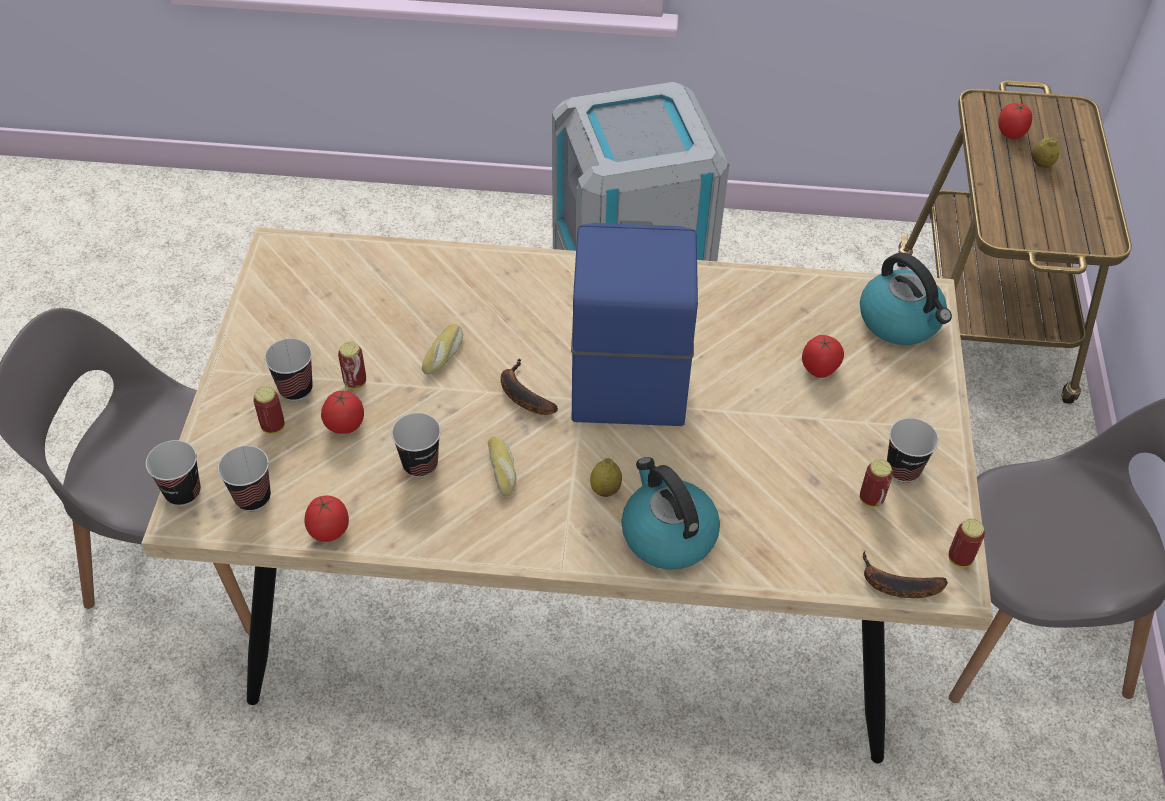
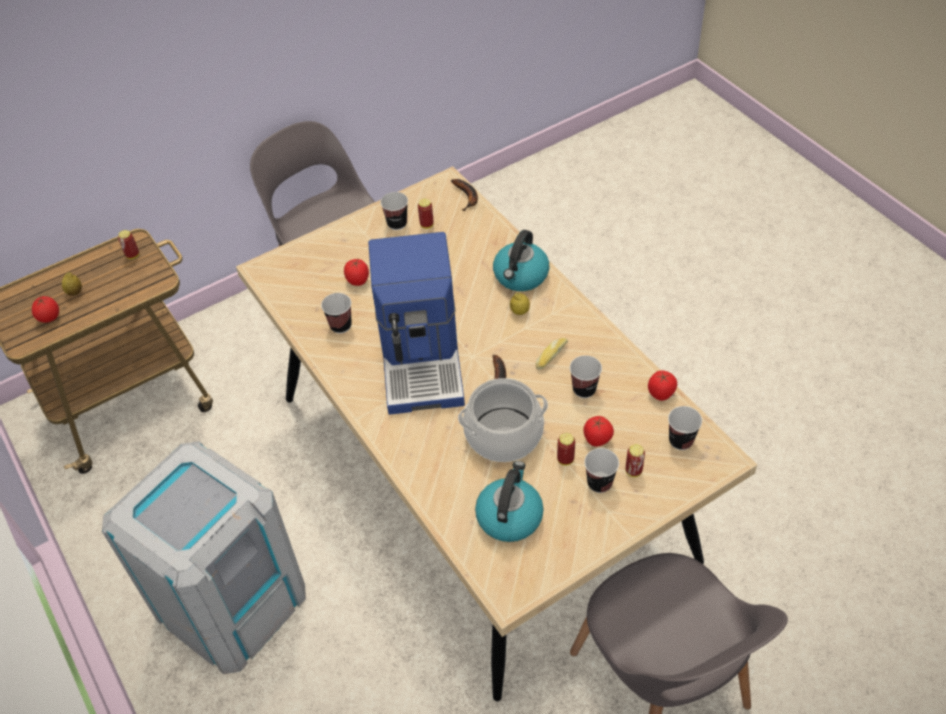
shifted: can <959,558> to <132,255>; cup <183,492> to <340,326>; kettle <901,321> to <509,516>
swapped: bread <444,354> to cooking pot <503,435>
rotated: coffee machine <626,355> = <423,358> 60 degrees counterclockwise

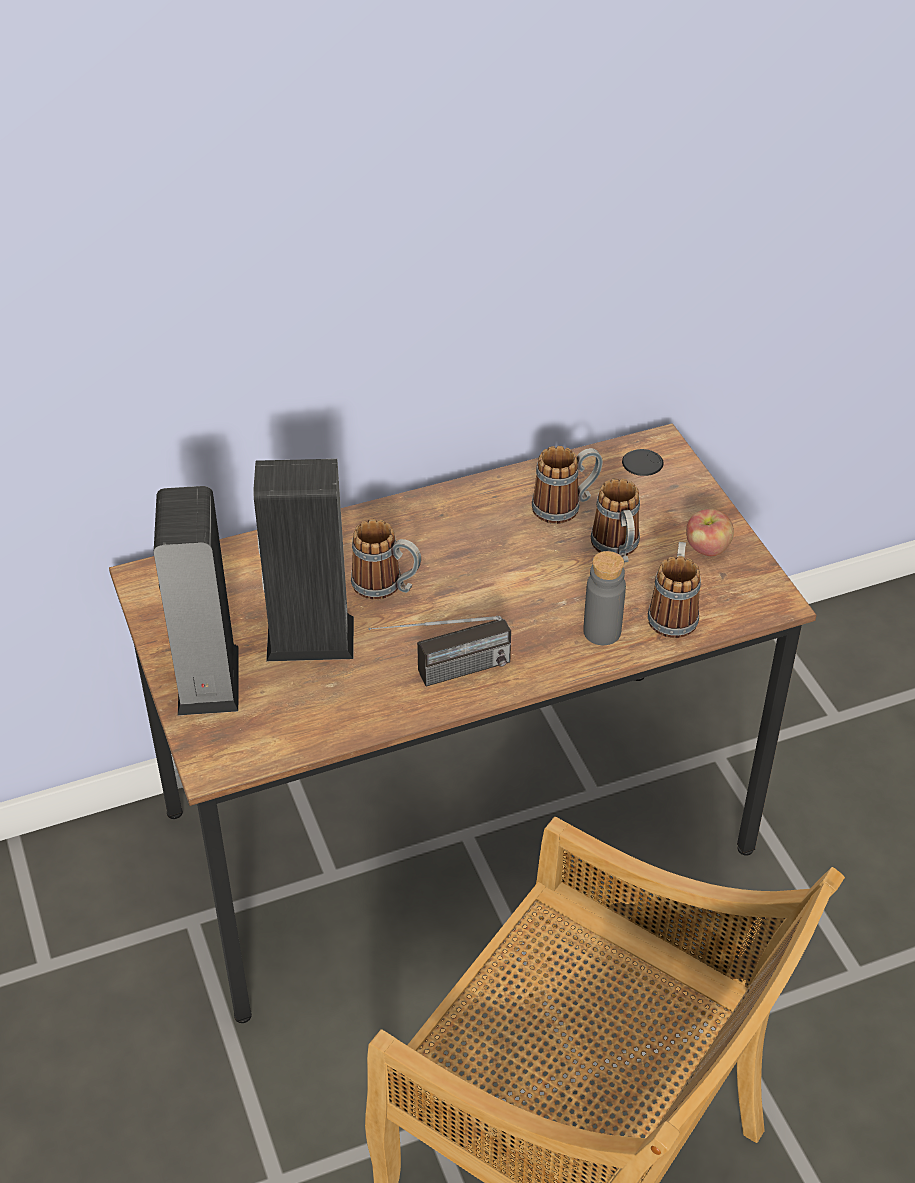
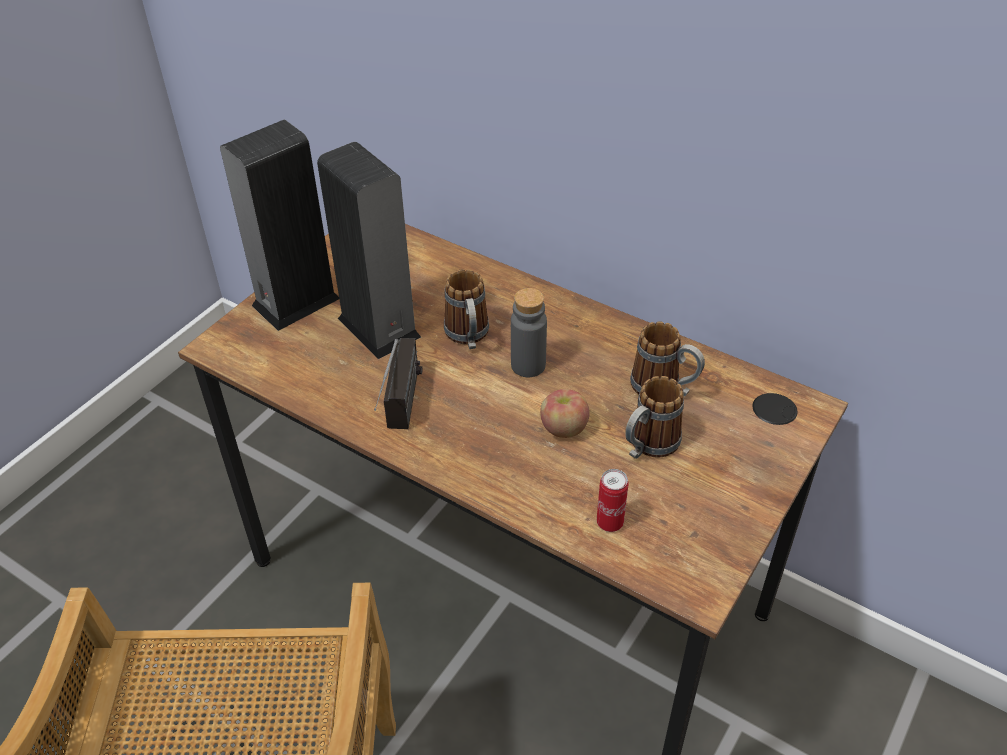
shifted: bottle (grey) <602,632> to <528,365>; apple <707,548> to <563,428>
swapped: mug <673,613> to can <610,522>
rotated: radio <442,675> = <403,415> 120 degrees counterclockwise

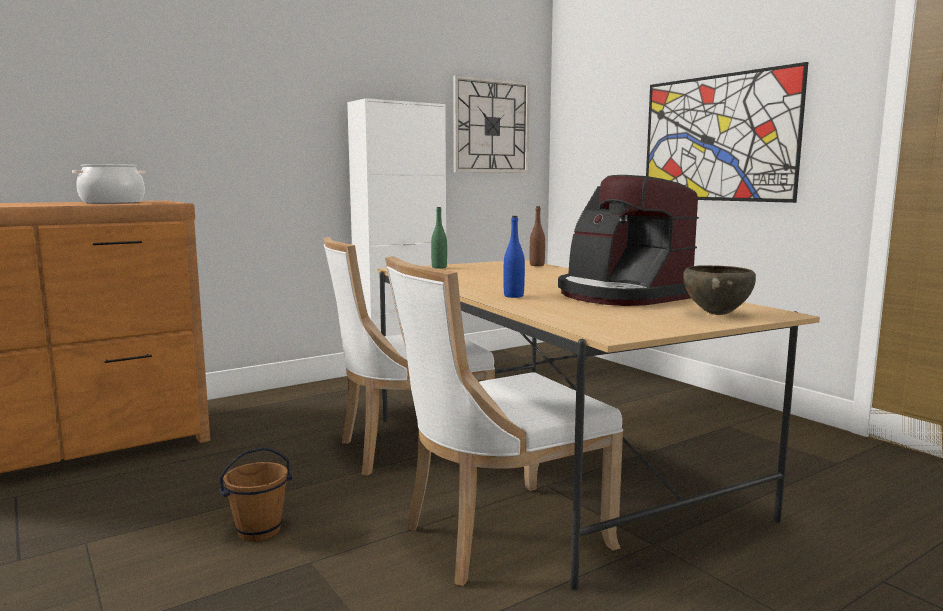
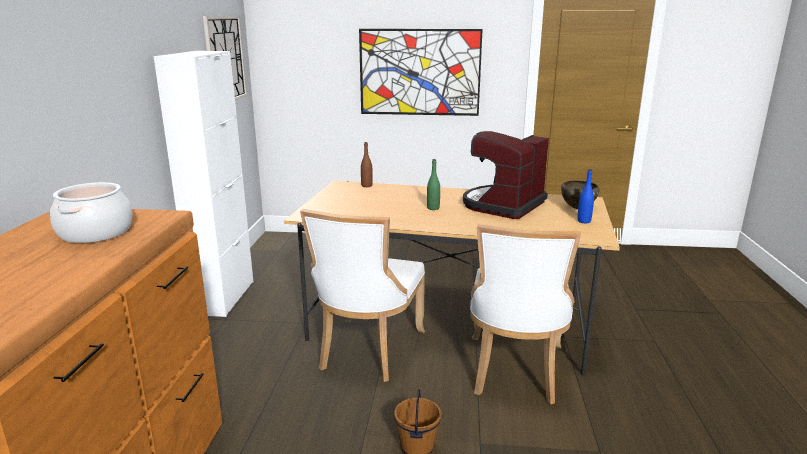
shifted: bottle (green) <439,267> to <433,208>; bottle (blue) <513,296> to <584,221>
rotated: coffee machine <621,295> = <503,205> 120 degrees clockwise

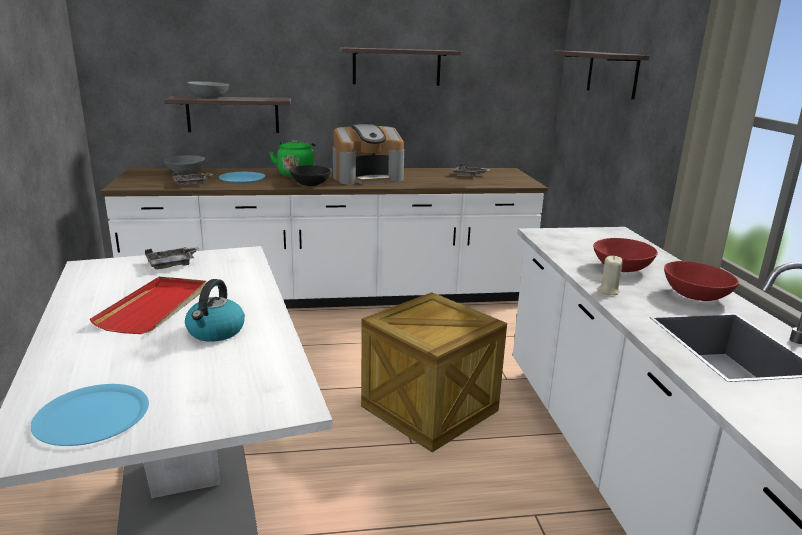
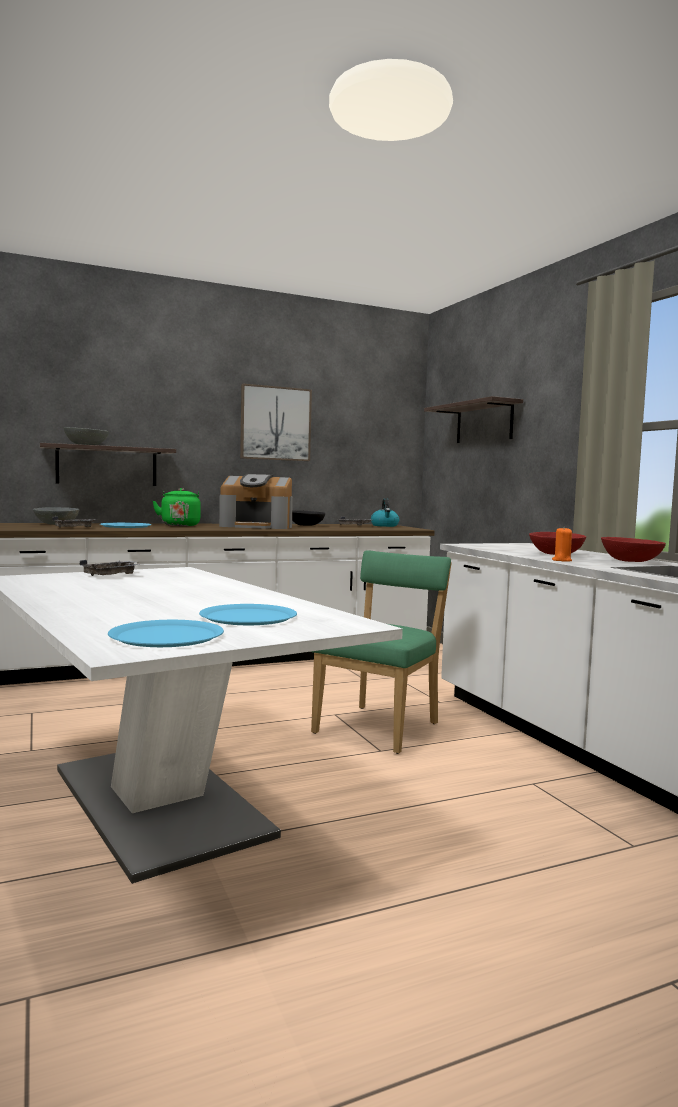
gone: tray (red) <156,307>
new: plate (blue) <248,617>
shifted: bowl (black) <310,184> to <305,525>; kettle <215,332> to <385,526>
swapped: shelf <396,67> to picture <275,423>; crate <429,408> to chair (green) <380,726>
repainted: candle (beige) <608,291> to candle (orange) <561,560>
rotated: coffee machine <367,177> = <257,526> 45 degrees clockwise

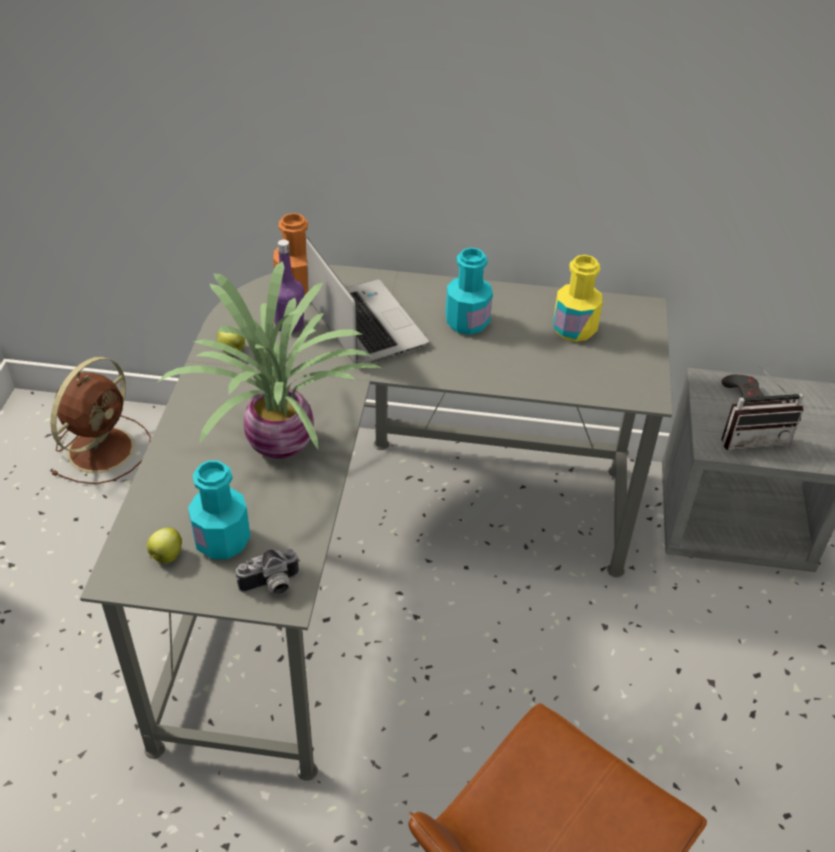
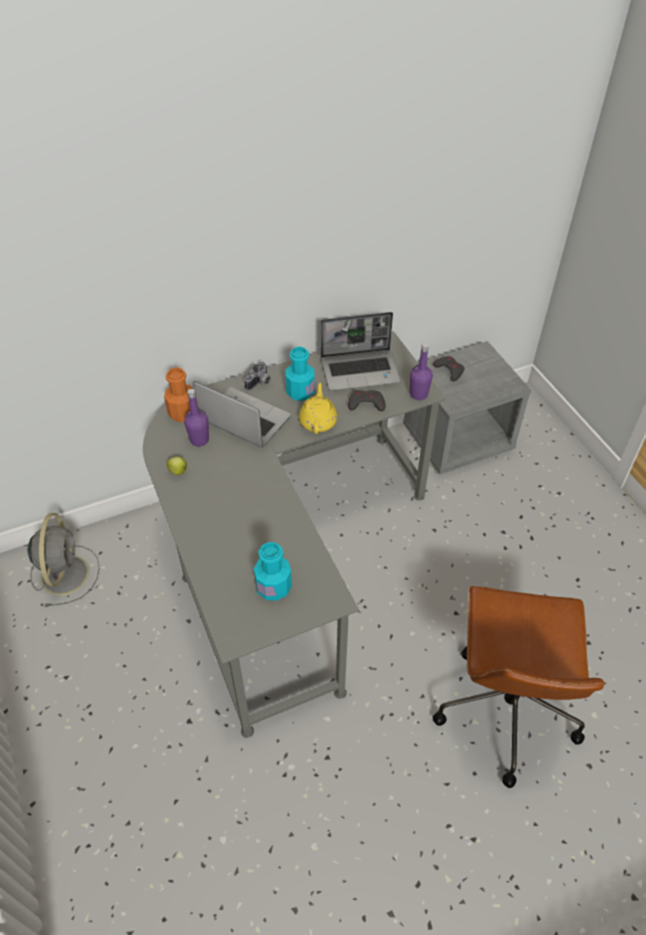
gone: apple <166,556>; potted plant <282,441>; radio <753,437>
new: teapot (yellow) <318,421>; game controller (grey) <366,403>; bottle (purple) <418,394>
shifted: photo camera <271,586> to <260,383>
swapped: bottle (yellow) <574,329> to laptop <360,370>
repainted: fan (brown) <103,448> to fan (grey) <65,573>

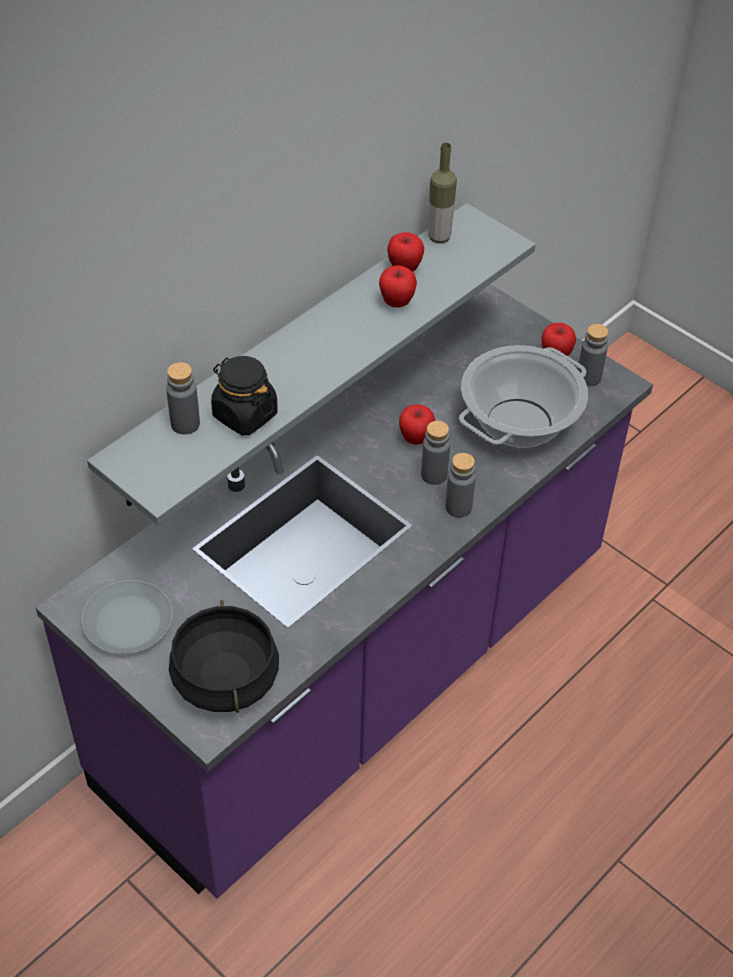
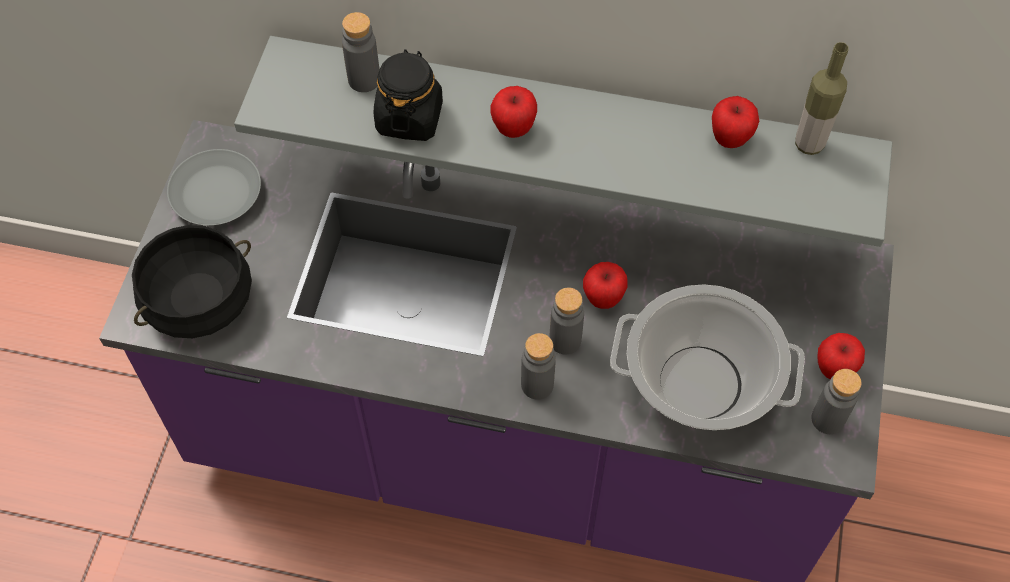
shifted: apple <397,302> to <513,129>

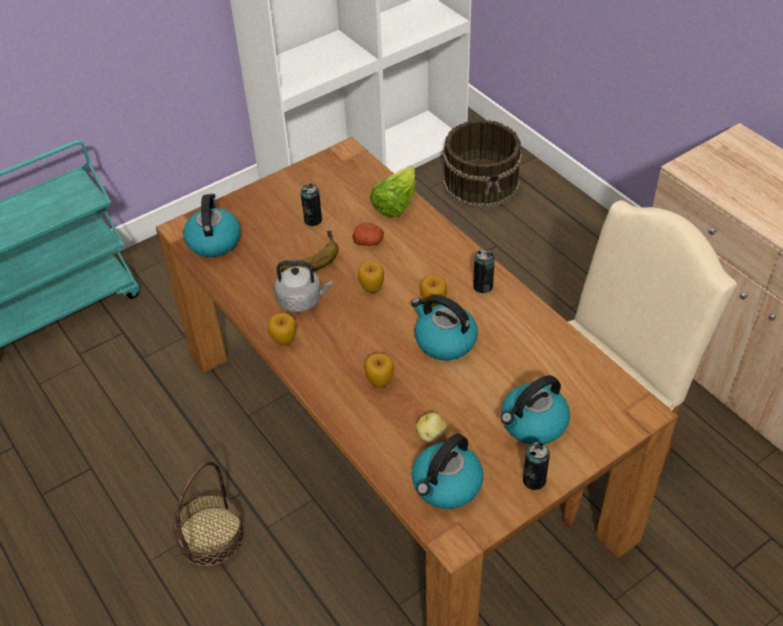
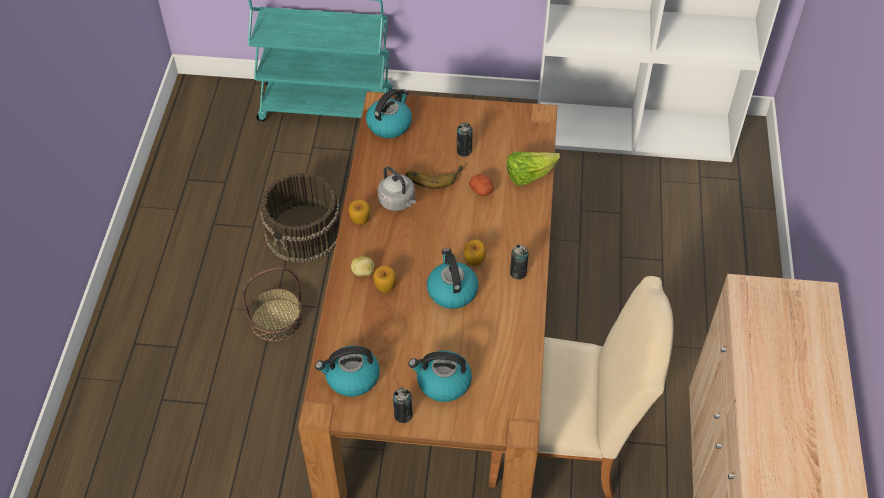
gone: apple <371,288>
shifted: bucket (brown) <481,182> to <304,232>; potato <431,435> to <363,272>

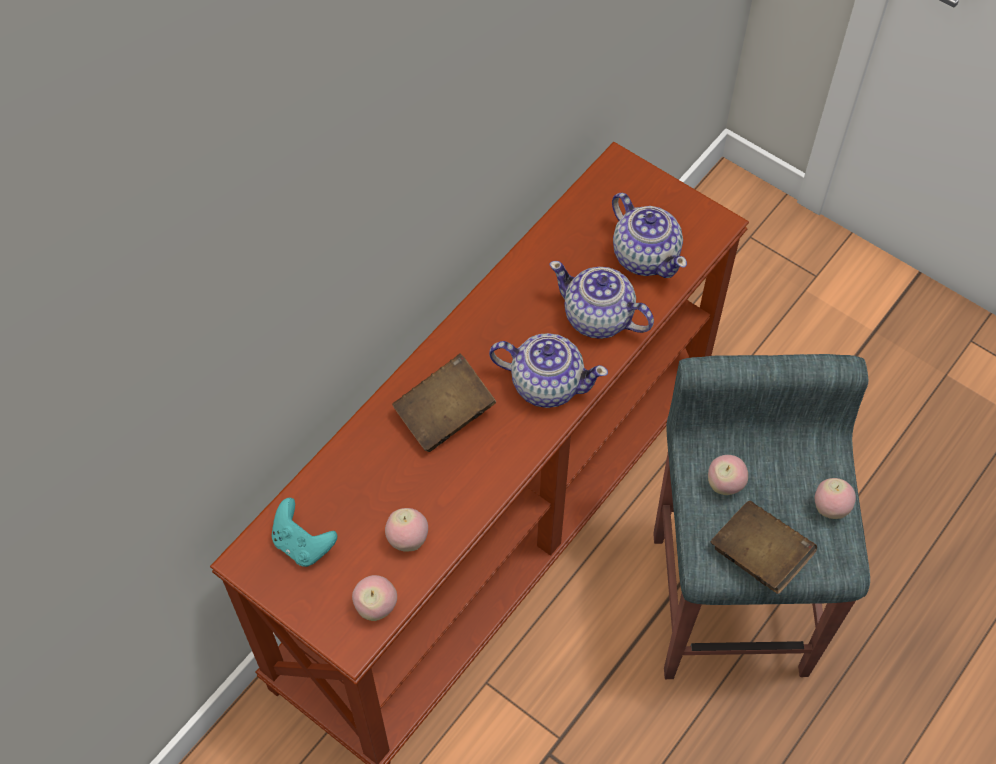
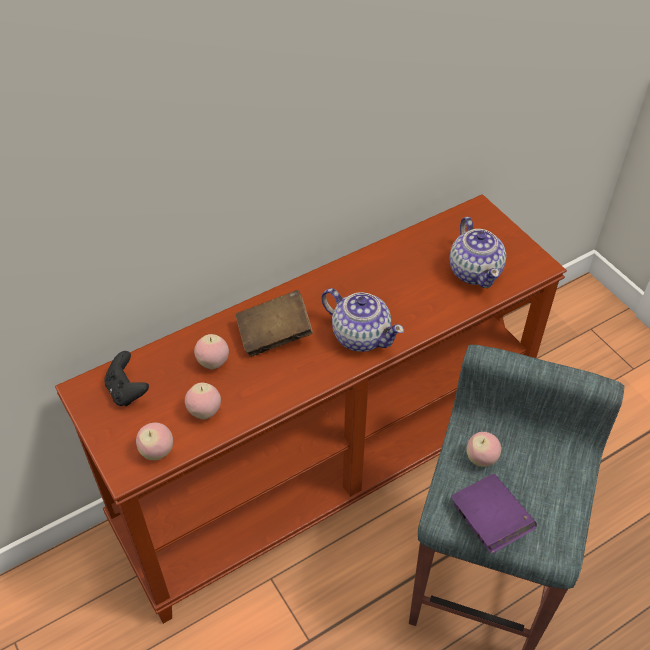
gone: teapot <598,318>
shifted: apple <830,508> to <213,363>
repainted: game controller (turquoise) <303,544> to game controller (black) <127,391>; book (brown) <759,556> to book (purple) <489,522>

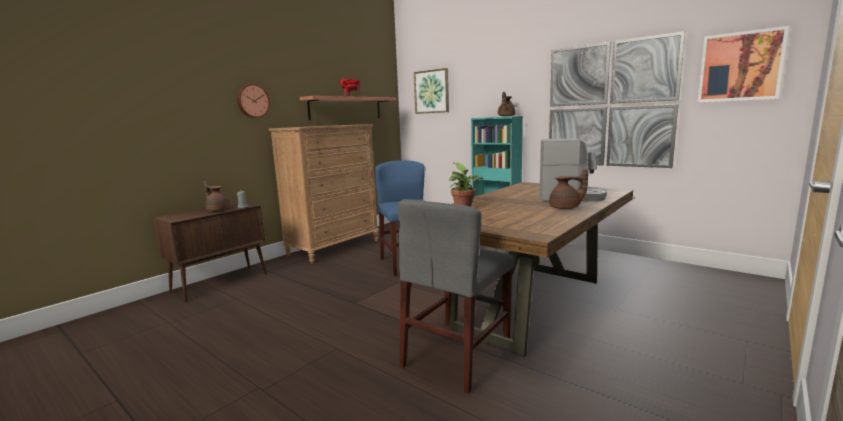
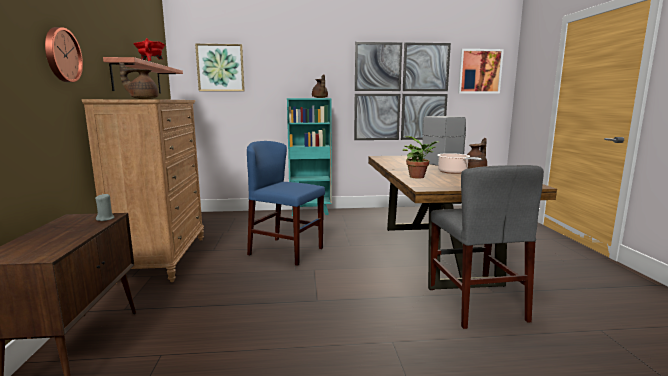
new: cooking pot <454,172>
shifted: teapot (brown) <217,210> to <143,99>

